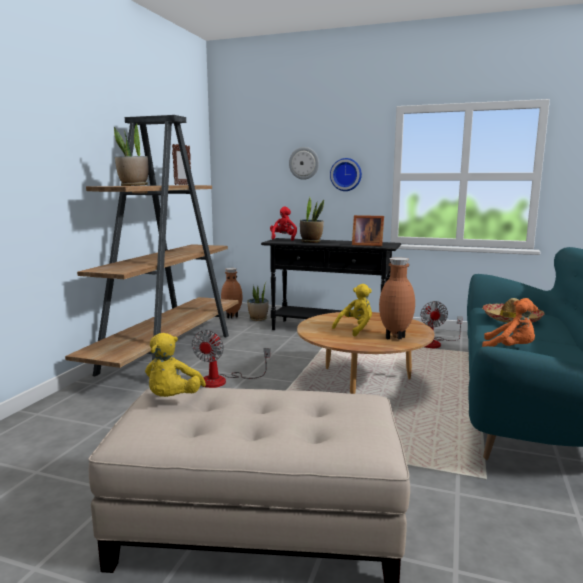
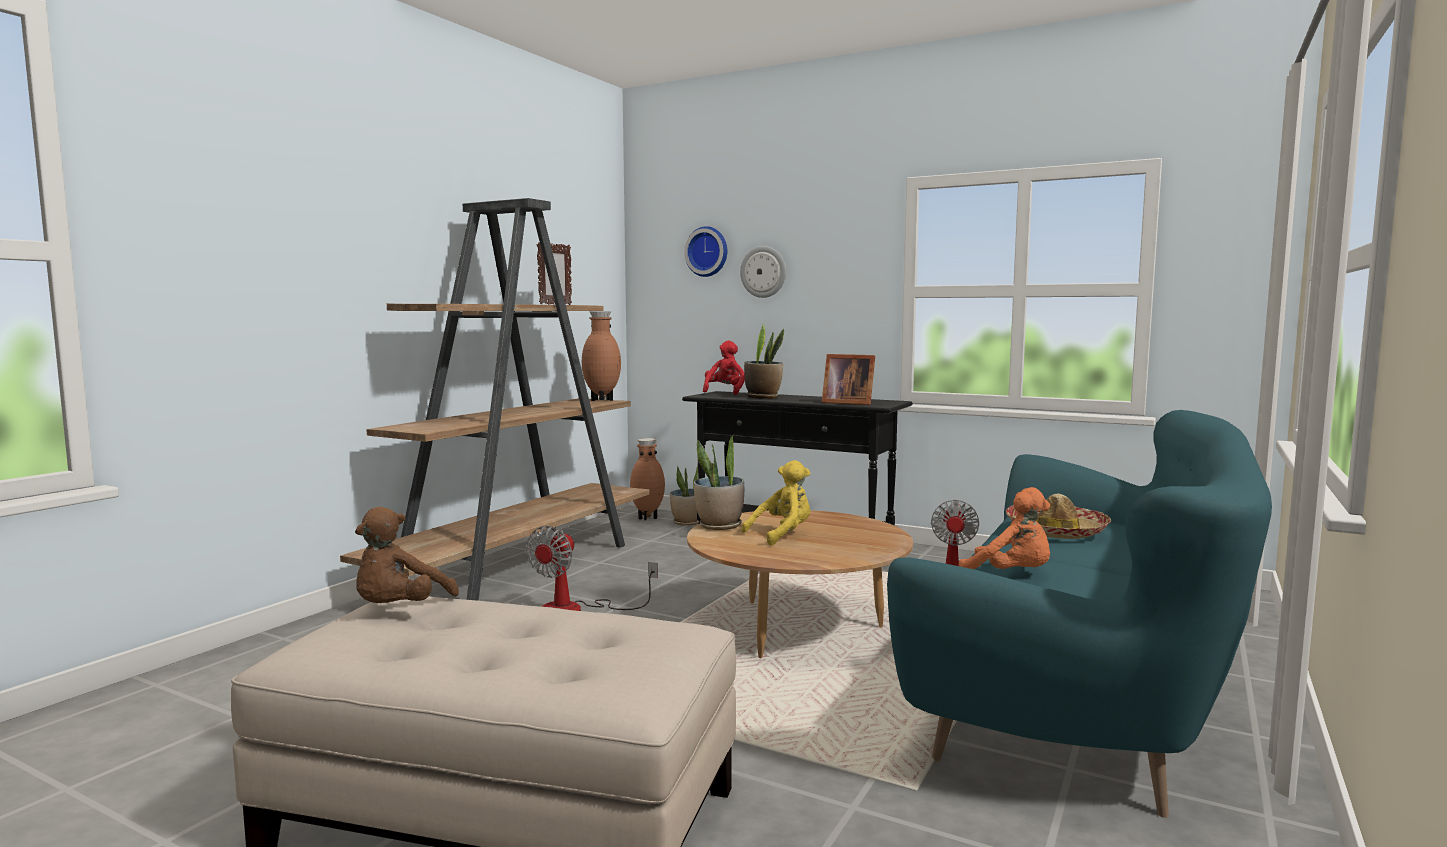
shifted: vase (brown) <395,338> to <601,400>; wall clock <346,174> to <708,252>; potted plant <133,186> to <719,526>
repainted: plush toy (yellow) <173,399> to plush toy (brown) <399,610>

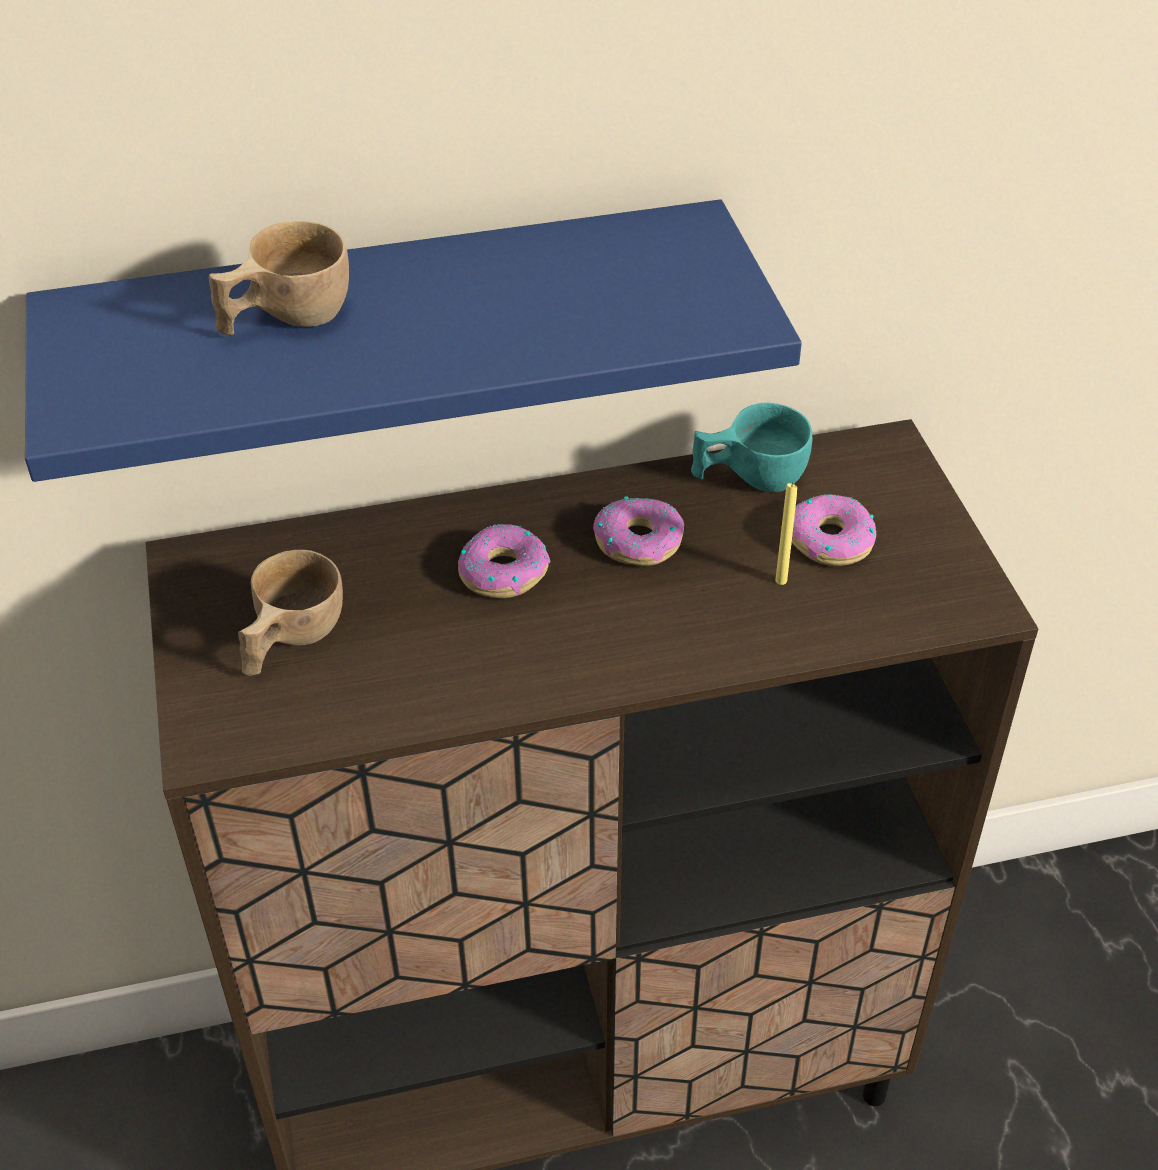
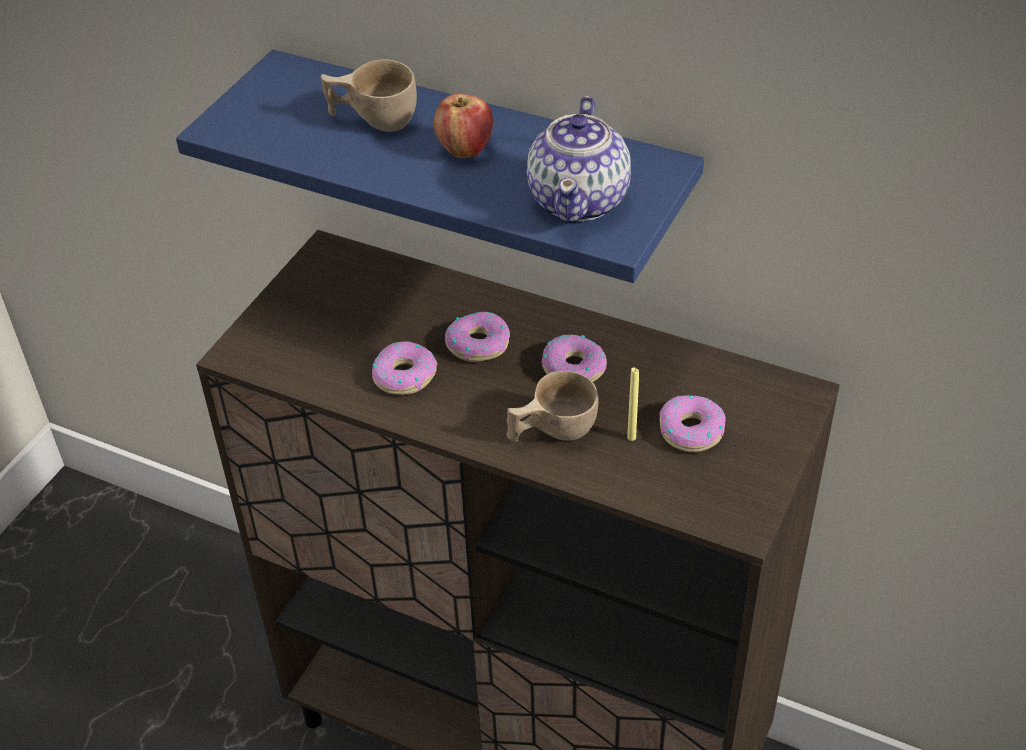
gone: cup (turquoise) <748,478>
new: donut <404,375>; apple <465,150>; teapot <580,200>
shifted: cup (beige) <290,641> to <551,431>

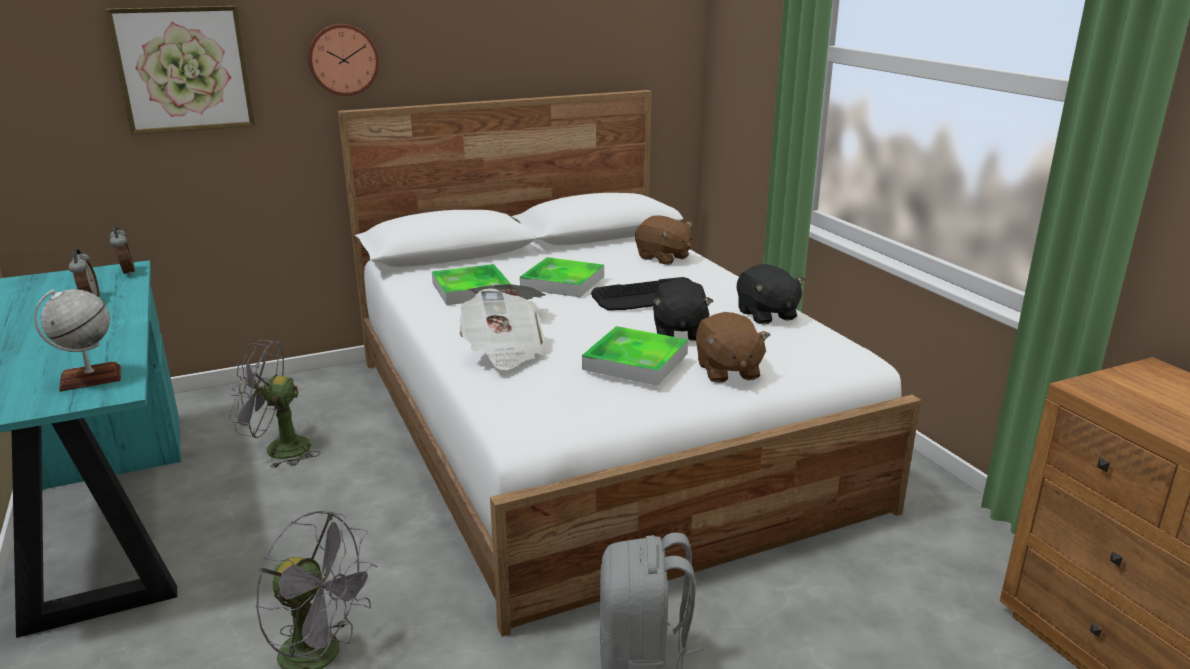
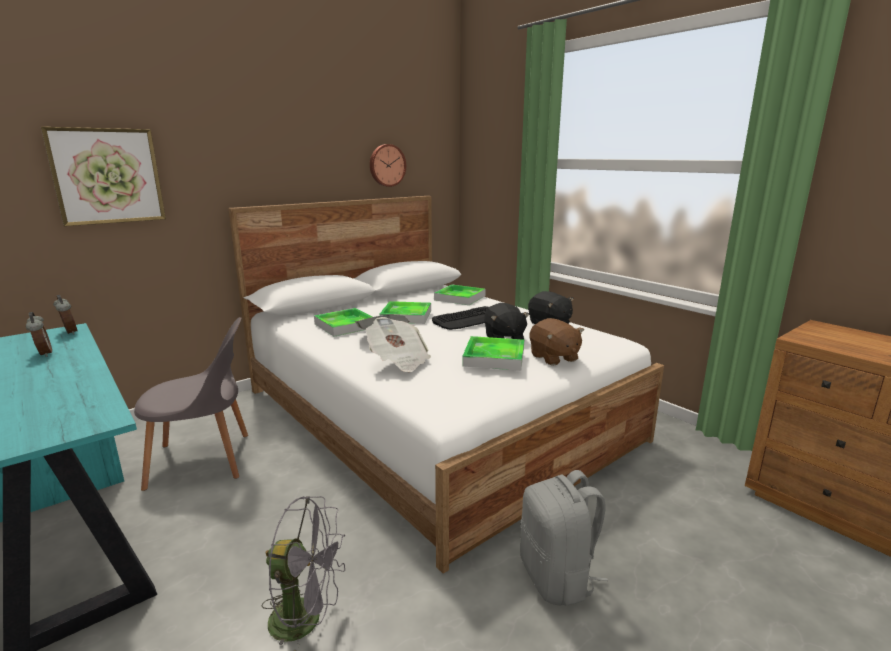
gone: globe <90,378>
shifted: wall clock <342,59> to <386,165>
swapped: fan (grey) <278,449> to chair (grey) <205,460>; plush toy (brown) <663,258> to tray <460,298>

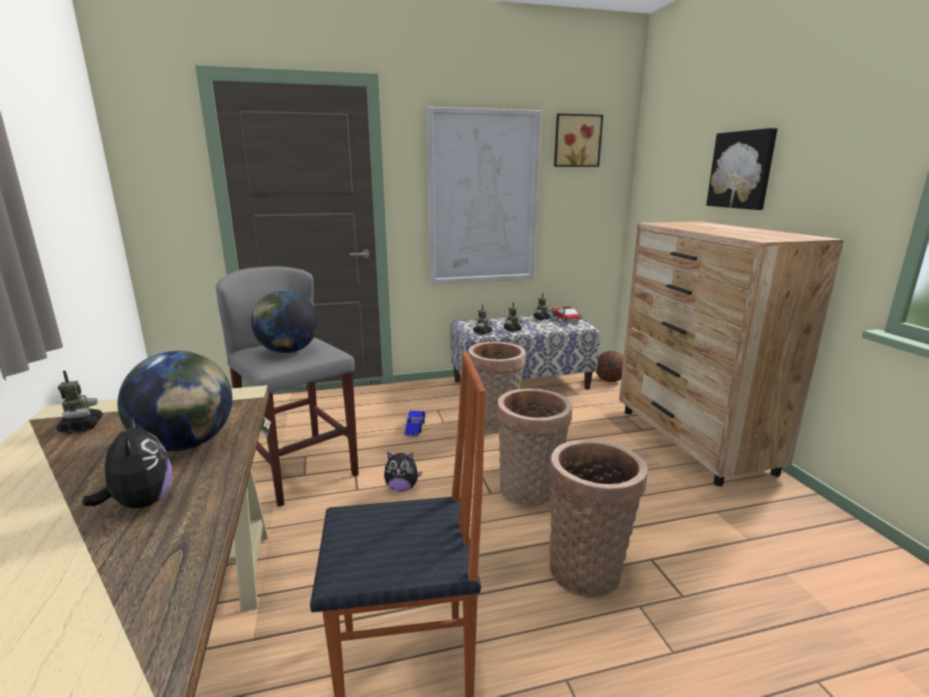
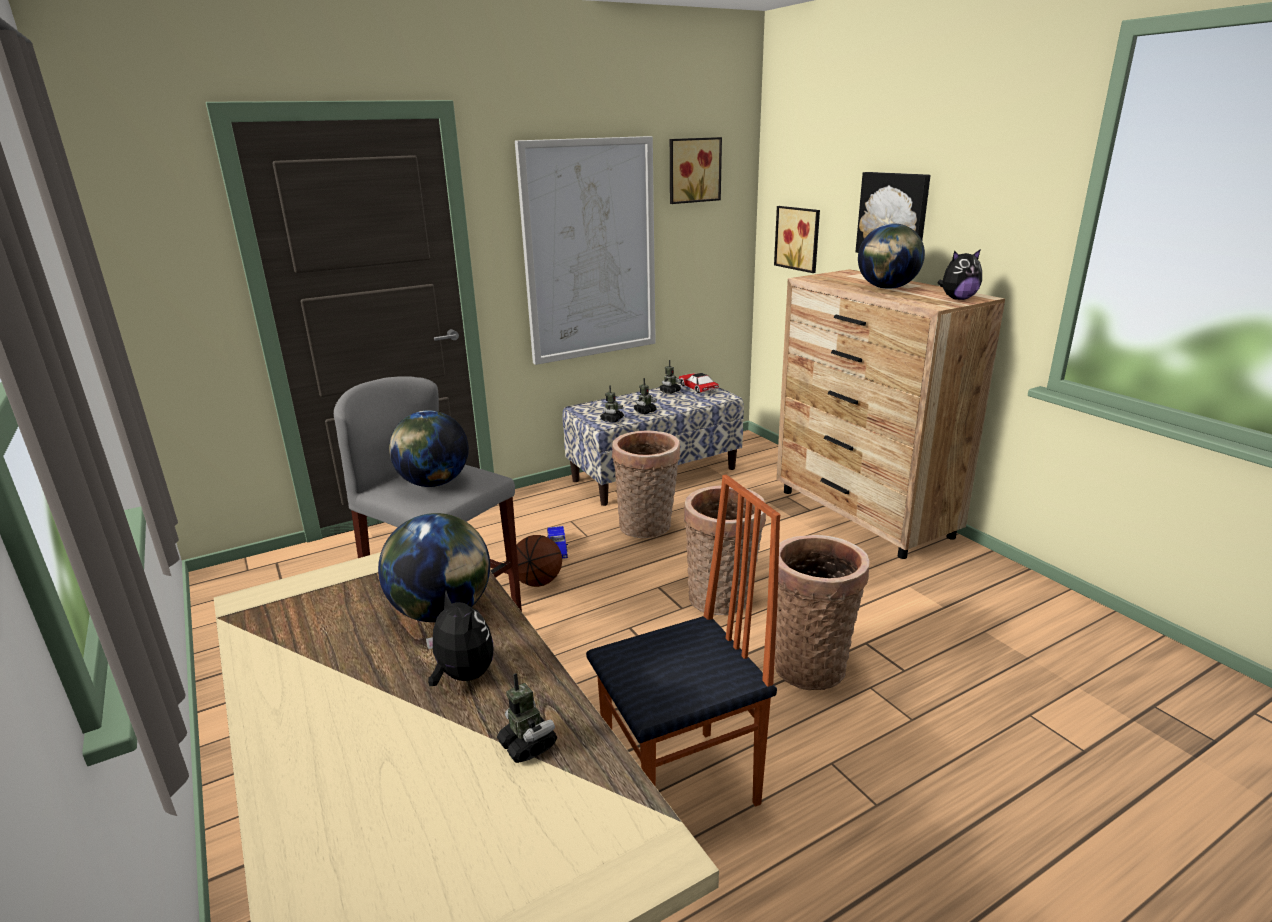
new: picture <799,238>; globe <887,288>
shifted: toy robot <81,427> to <527,745>; basketball <609,380> to <538,581>; plush toy <402,488> to <957,299>

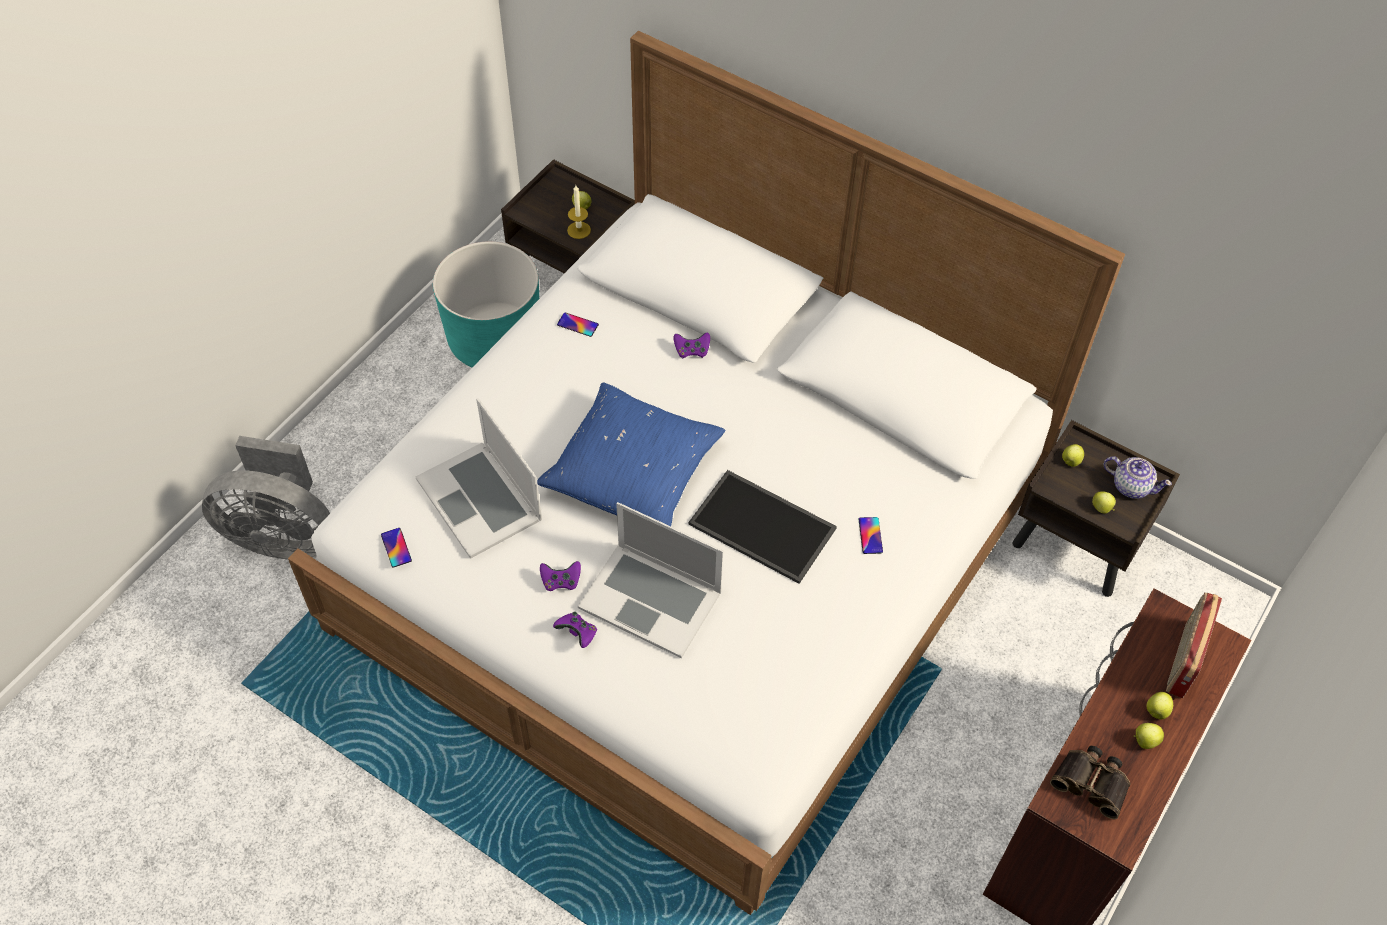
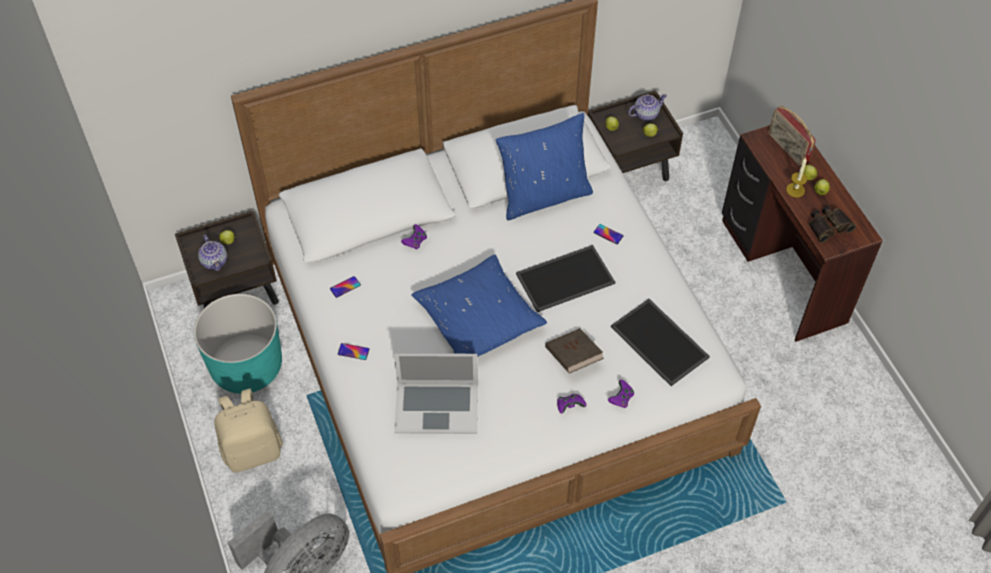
new: teapot <214,261>; backpack (beige) <252,450>; pillow (blue) <544,195>; tray <661,342>
shifted: phone <396,547> to <353,351>; game controller (purple) <561,581> to <621,399>; candle <579,230> to <795,190>
swapped: laptop <650,599> to book (brown) <573,358>

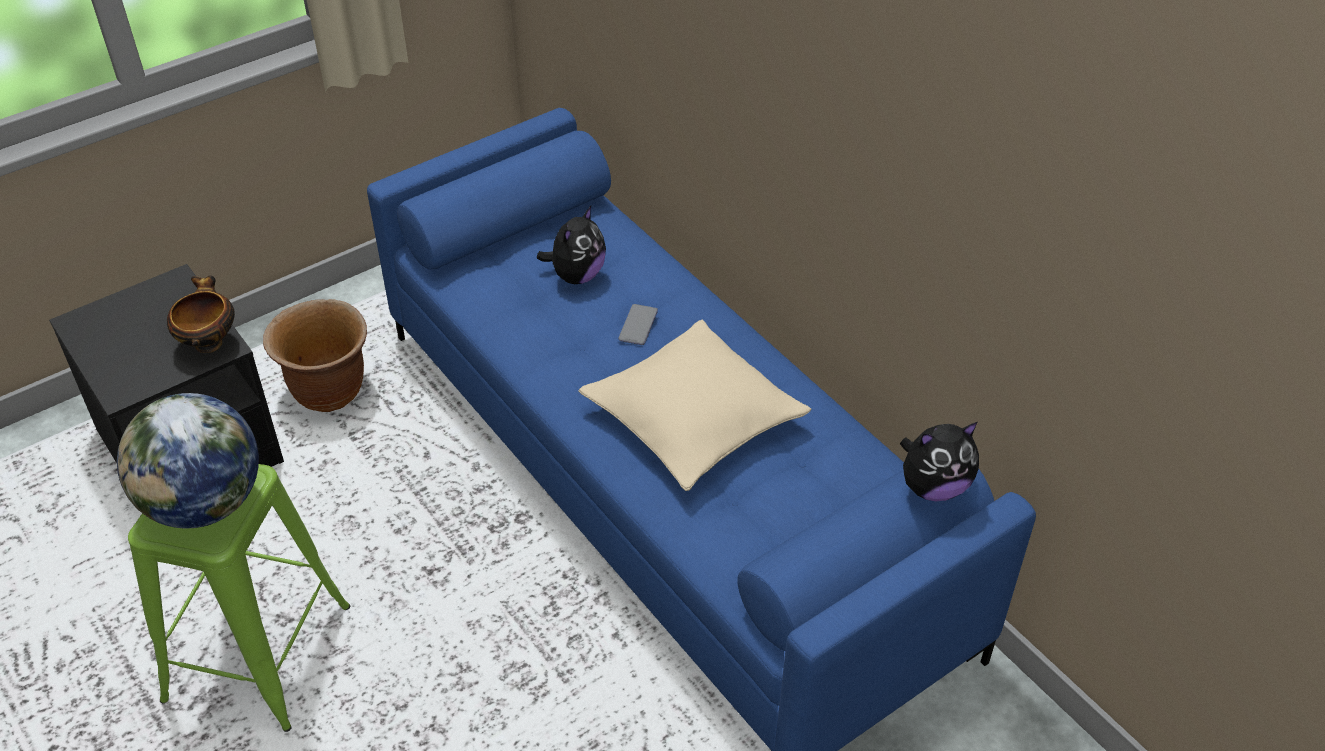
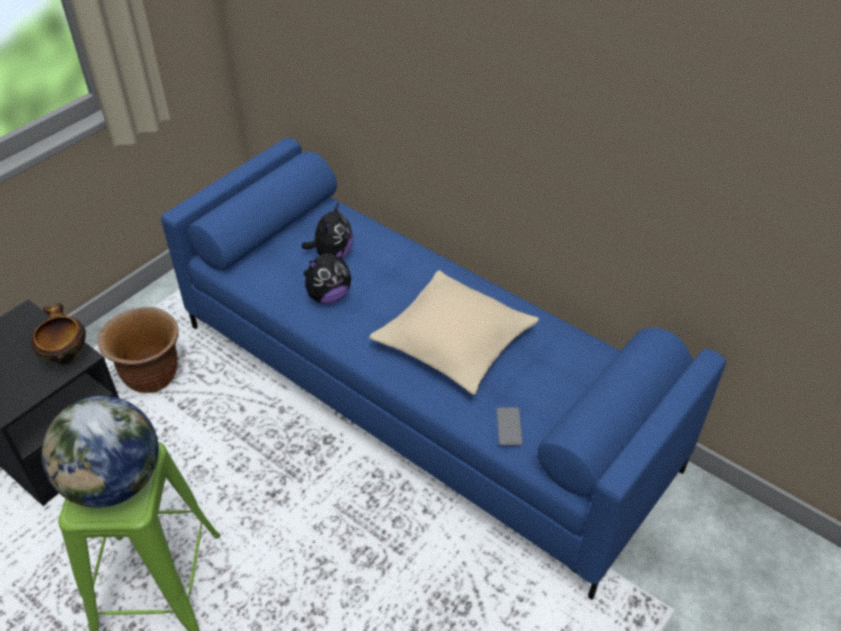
shifted: plush toy <933,487> to <328,296>; phone <638,325> to <509,427>

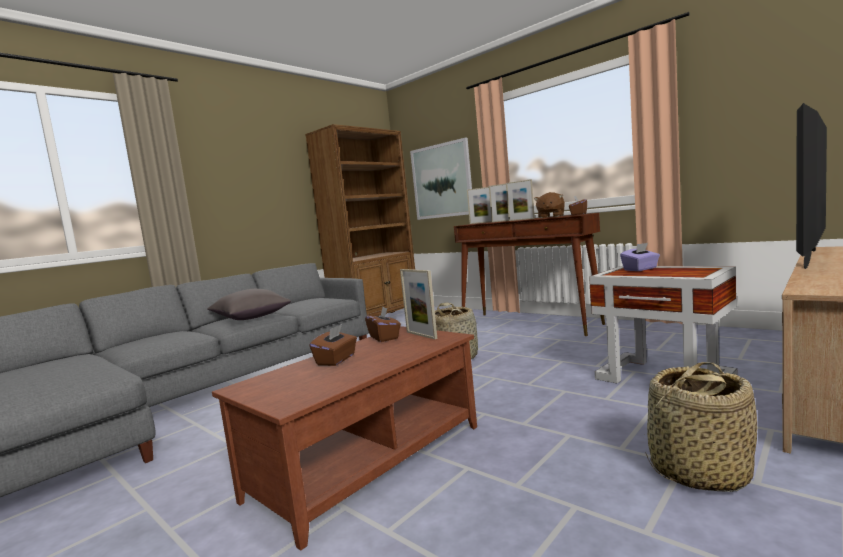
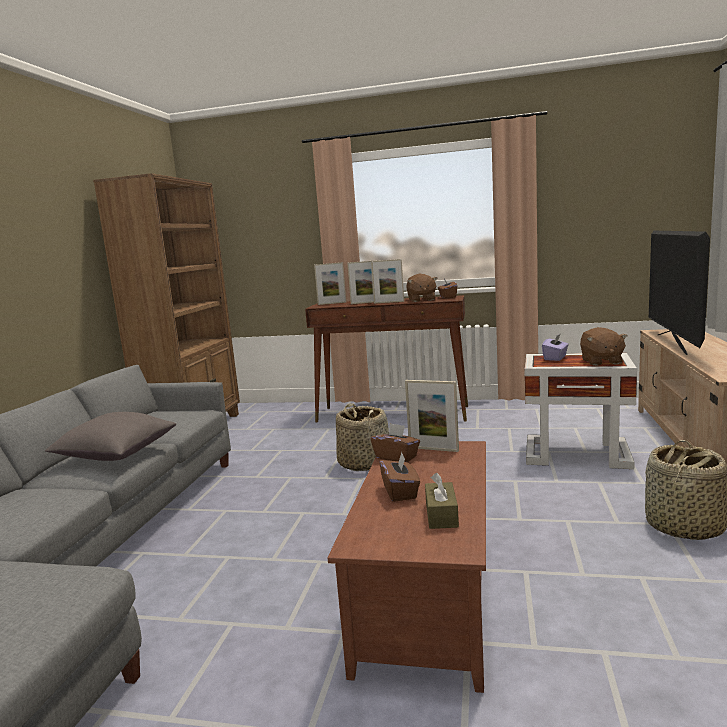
gone: picture <442,181>
new: tissue box (brown) <441,515>; plush toy (brown) <601,362>

